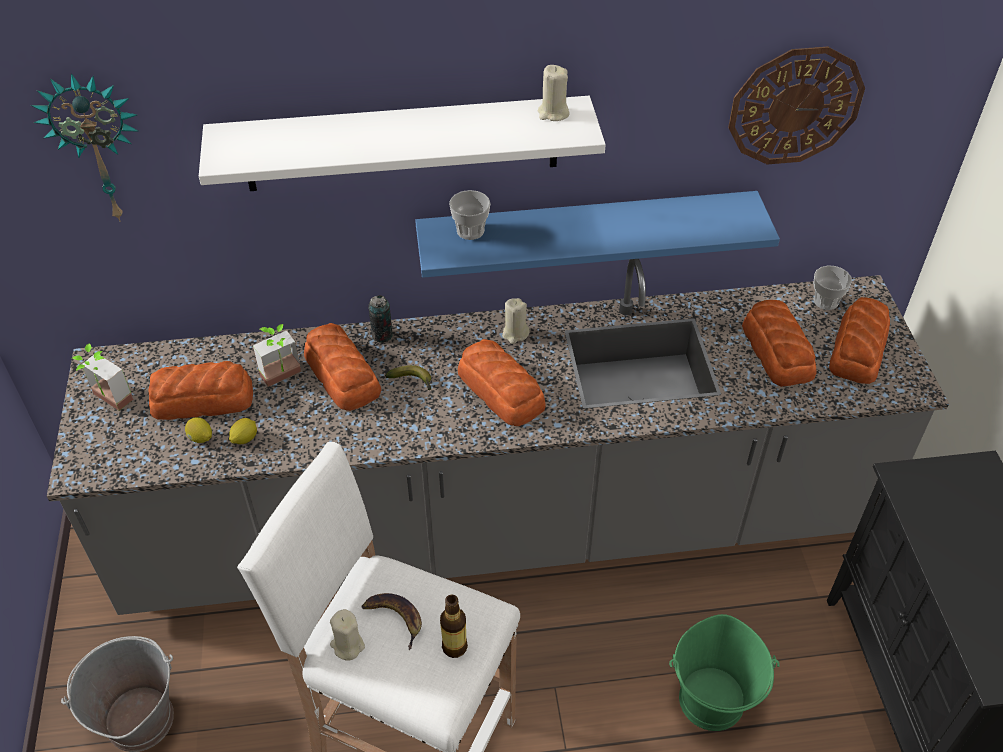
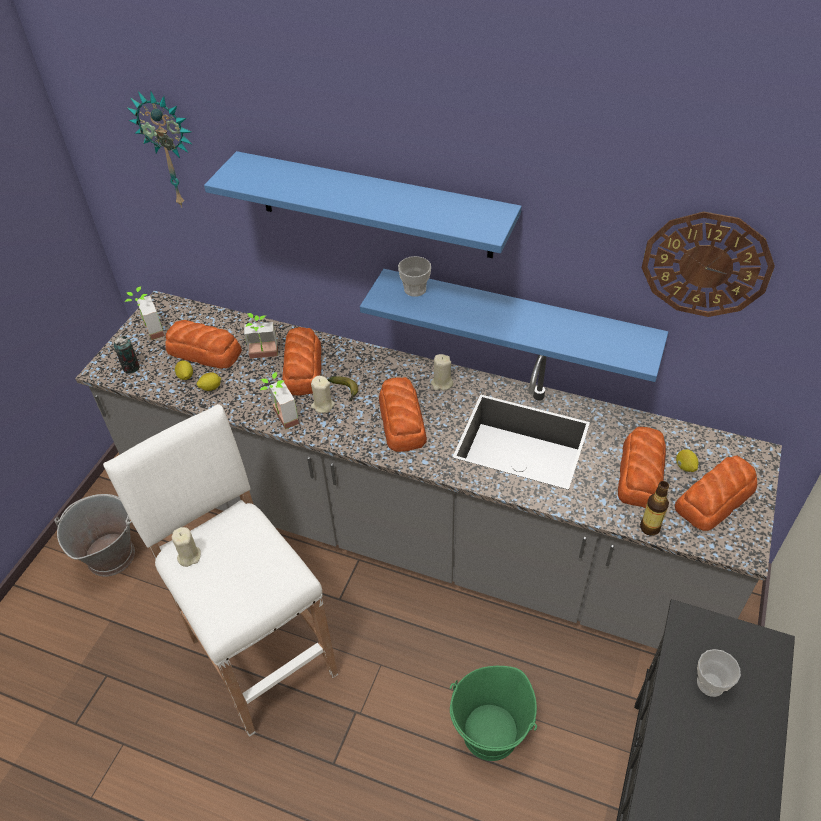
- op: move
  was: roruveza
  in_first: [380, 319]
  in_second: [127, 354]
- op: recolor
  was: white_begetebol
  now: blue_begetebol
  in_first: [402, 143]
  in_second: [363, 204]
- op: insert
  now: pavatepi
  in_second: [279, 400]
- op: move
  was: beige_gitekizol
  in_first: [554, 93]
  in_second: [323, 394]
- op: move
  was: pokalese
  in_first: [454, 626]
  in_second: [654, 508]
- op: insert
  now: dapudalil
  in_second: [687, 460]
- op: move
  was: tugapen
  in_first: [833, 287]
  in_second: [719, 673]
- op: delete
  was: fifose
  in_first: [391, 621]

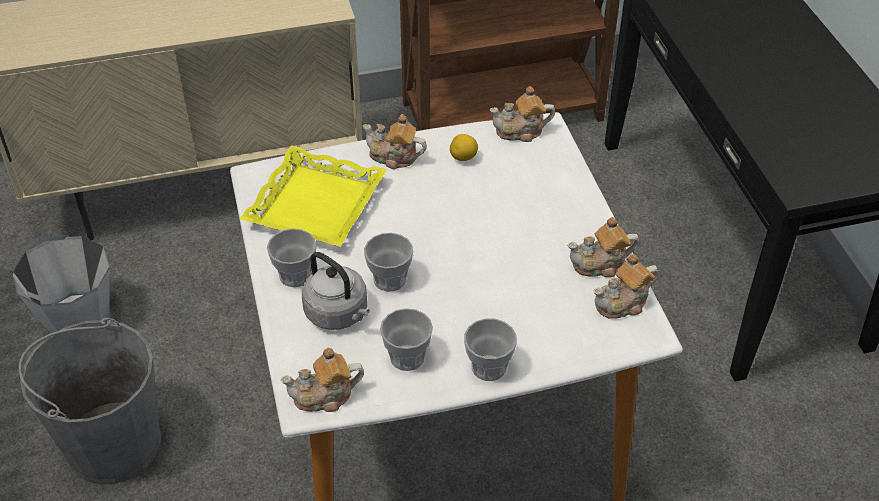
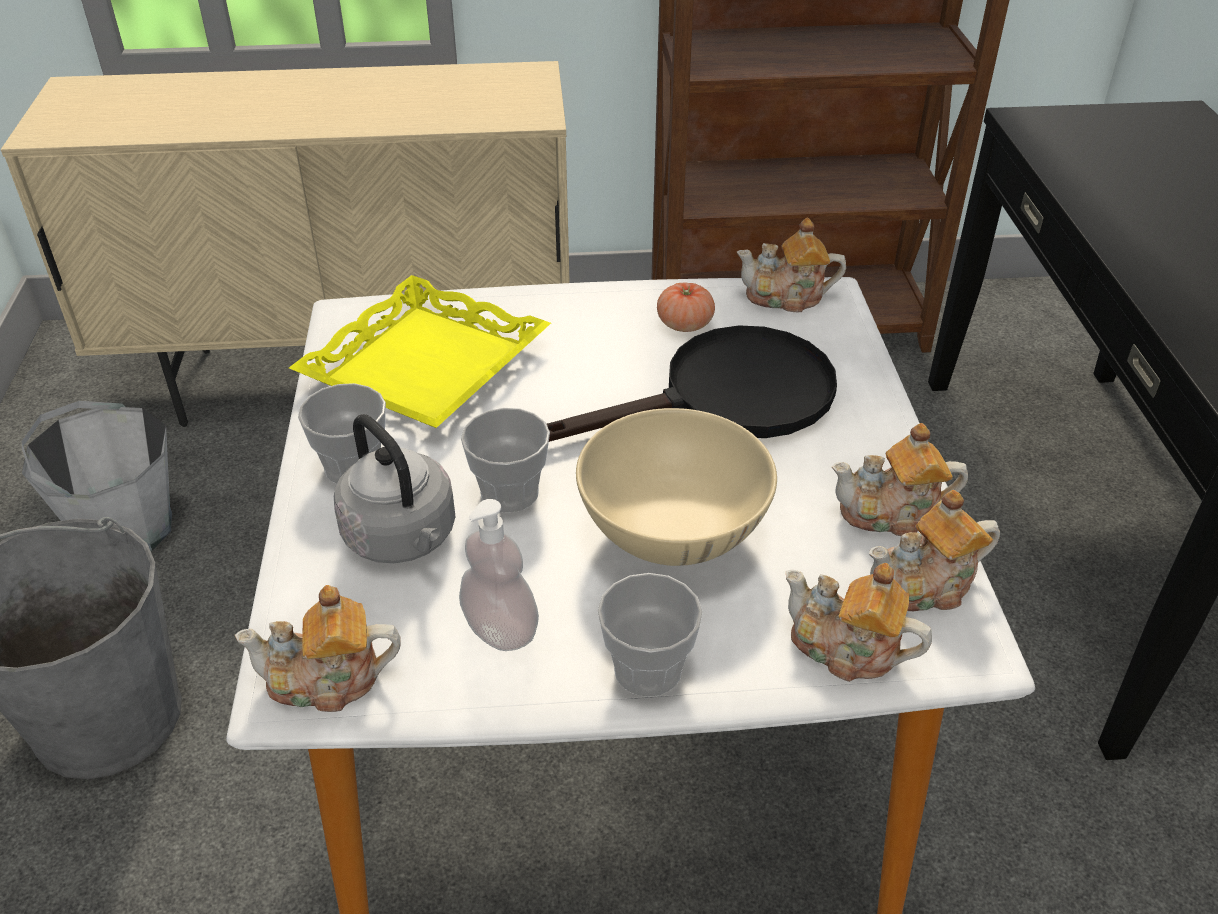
- op: replace
  was: tugapen
  now: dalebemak
  in_first: [406, 339]
  in_second: [499, 575]
- op: insert
  now: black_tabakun
  in_second: [692, 383]
- op: insert
  now: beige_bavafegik
  in_second: [676, 487]
- op: replace
  was: dapudalil
  now: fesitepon
  in_first: [464, 147]
  in_second: [686, 307]
- op: move
  was: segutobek
  in_first: [395, 141]
  in_second: [859, 622]

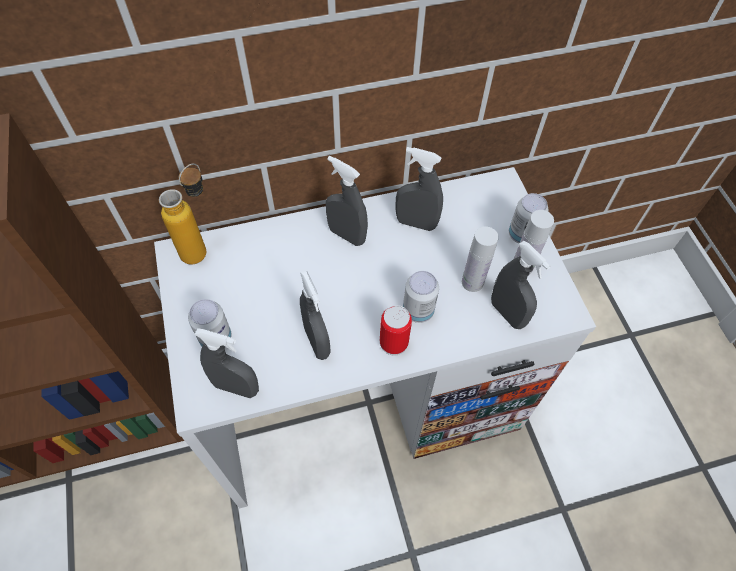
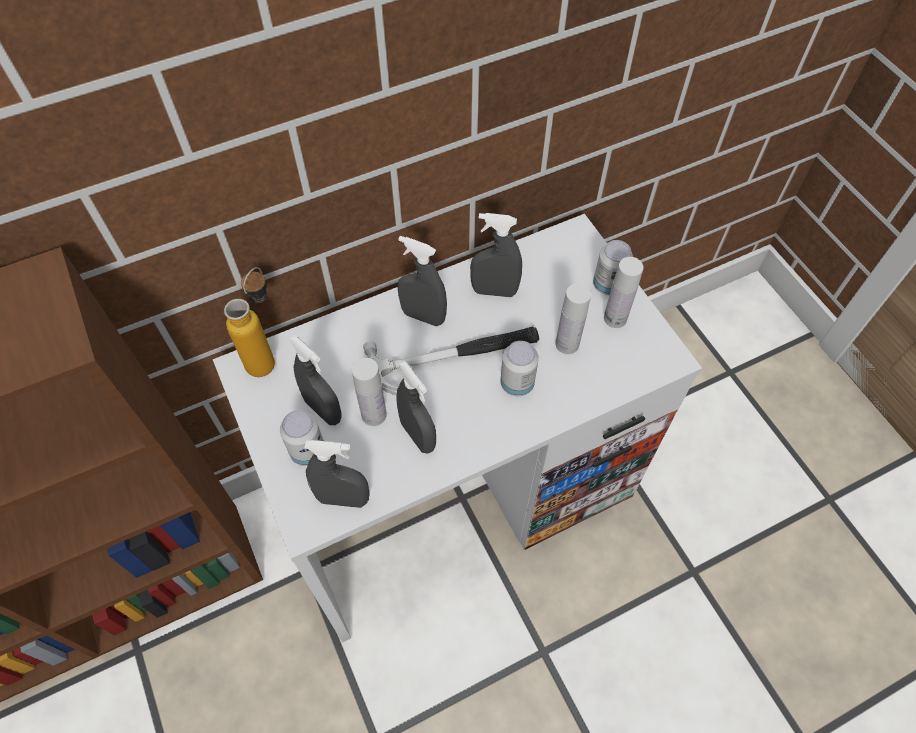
- op: move
  was: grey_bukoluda
  in_first: [521, 285]
  in_second: [315, 380]
- op: insert
  now: white_pokalese
  in_second: [369, 392]
- op: insert
  now: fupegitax
  in_second: [451, 361]
- op: delete
  was: roruveza
  in_first: [396, 330]

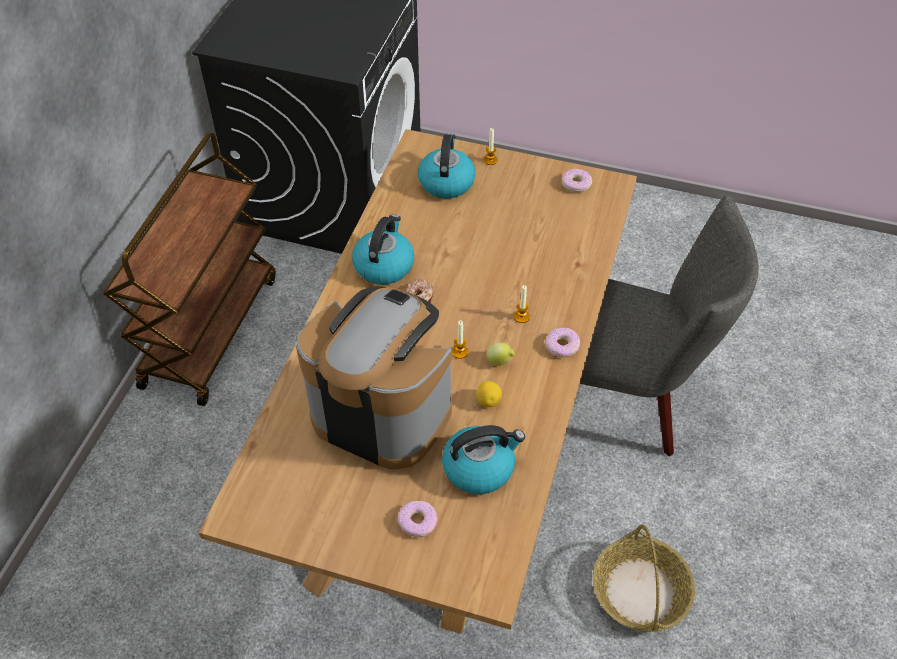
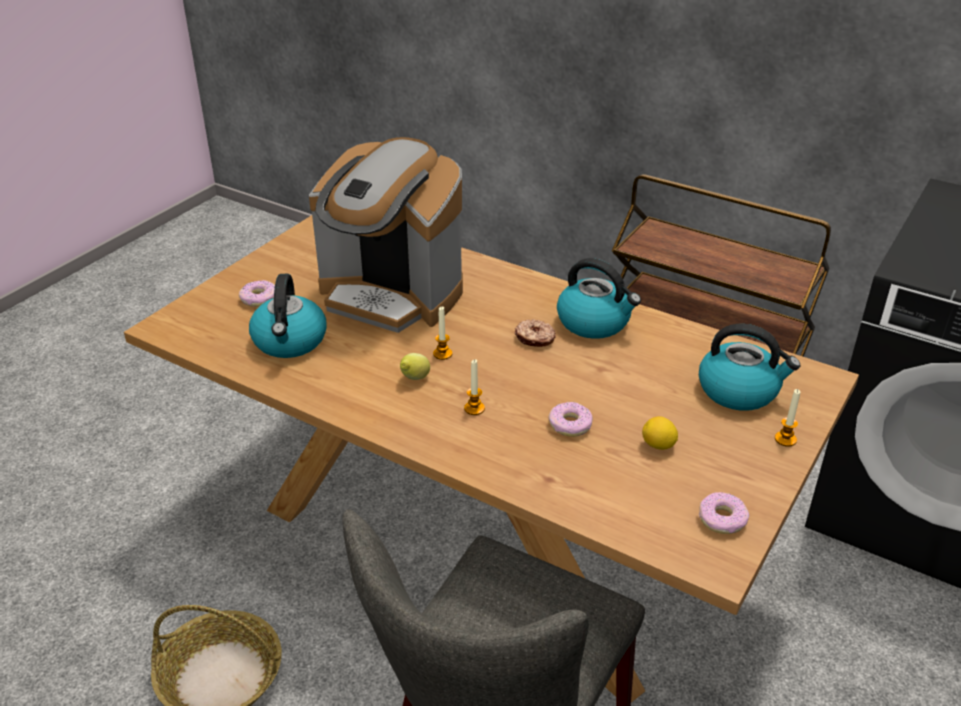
- op: rotate
  was: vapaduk
  in_first: [374, 377]
  in_second: [386, 235]
  clockwise: 75
- op: move
  was: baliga
  in_first: [562, 342]
  in_second: [570, 419]
- op: move
  was: dapudalil
  in_first: [489, 394]
  in_second: [660, 433]

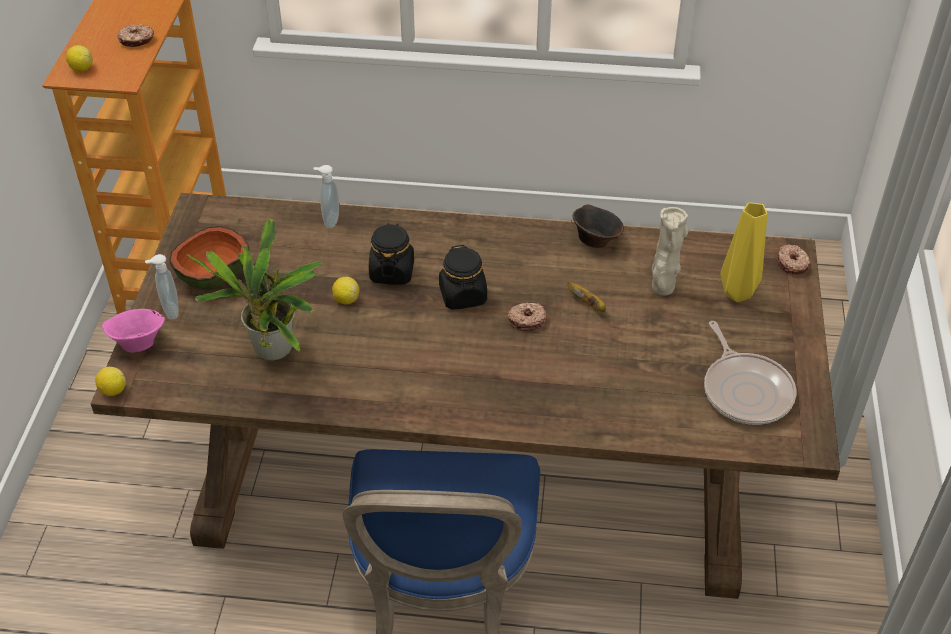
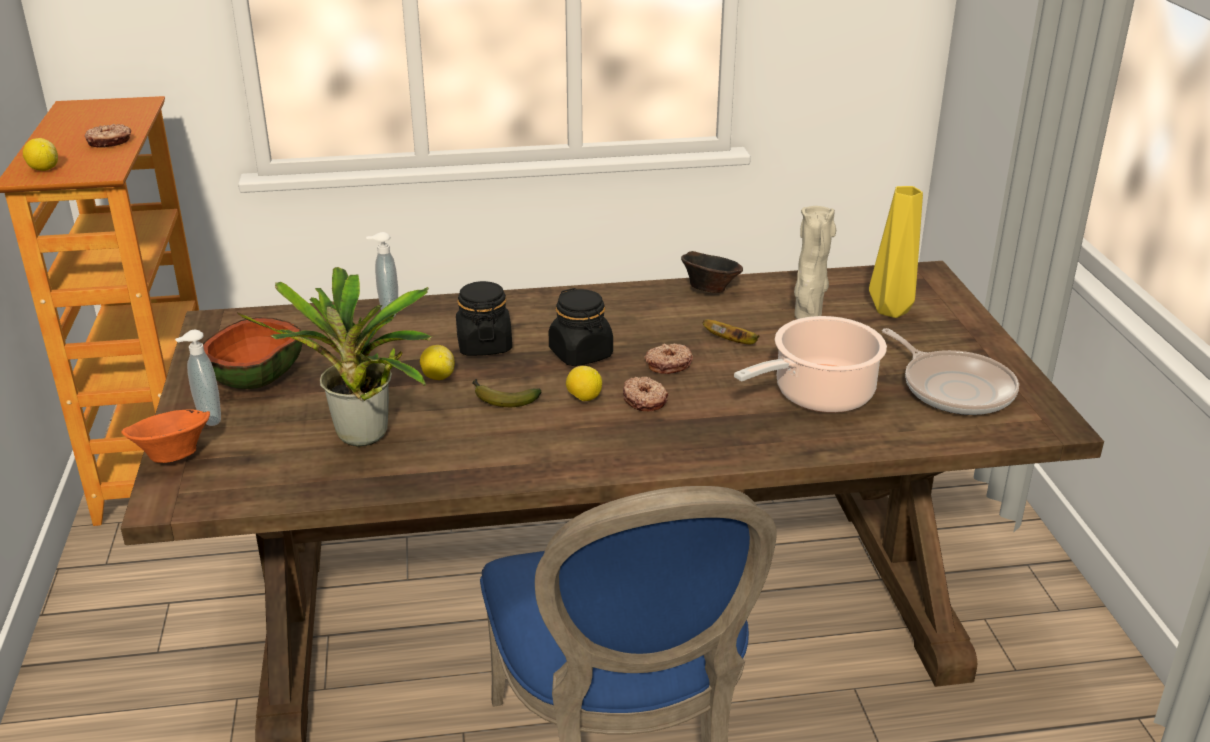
- op: recolor
  was: pink_bavafegik
  now: orange_bavafegik
  in_first: [133, 330]
  in_second: [165, 436]
- op: insert
  now: fifose
  in_second: [507, 393]
- op: move
  was: dapudalil
  in_first: [110, 381]
  in_second: [584, 383]
- op: move
  was: baliga
  in_first: [794, 259]
  in_second: [646, 394]
- op: insert
  now: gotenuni
  in_second: [810, 364]

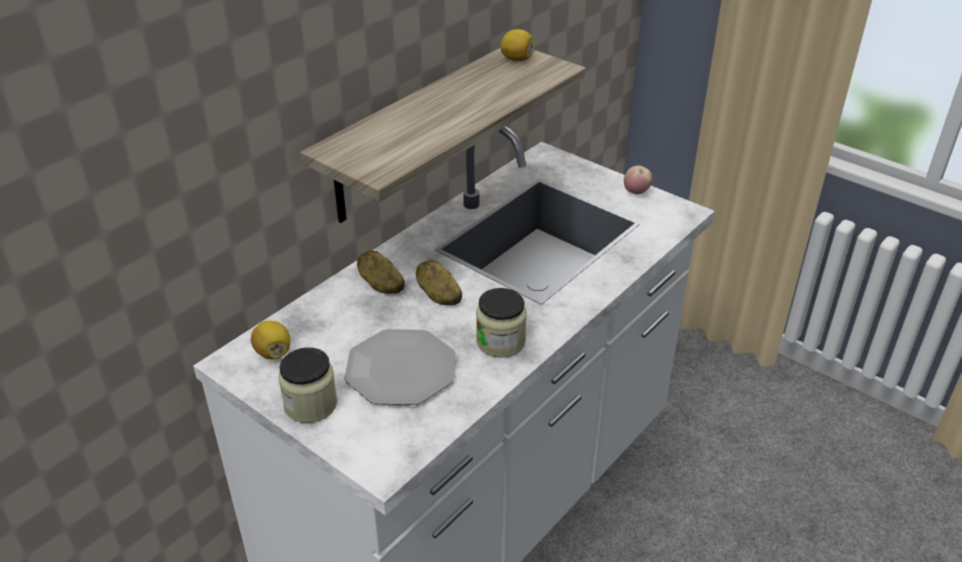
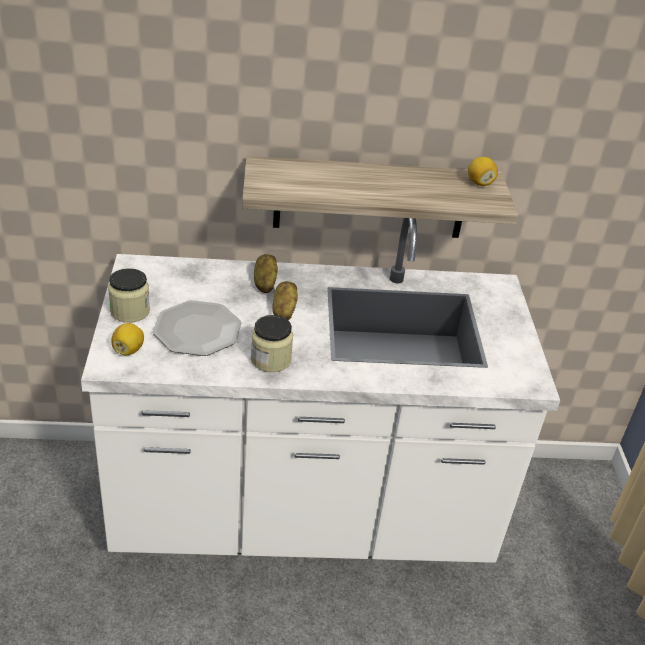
- op: move
  was: dapudalil
  in_first: [270, 340]
  in_second: [127, 339]
- op: delete
  was: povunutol
  in_first: [638, 180]

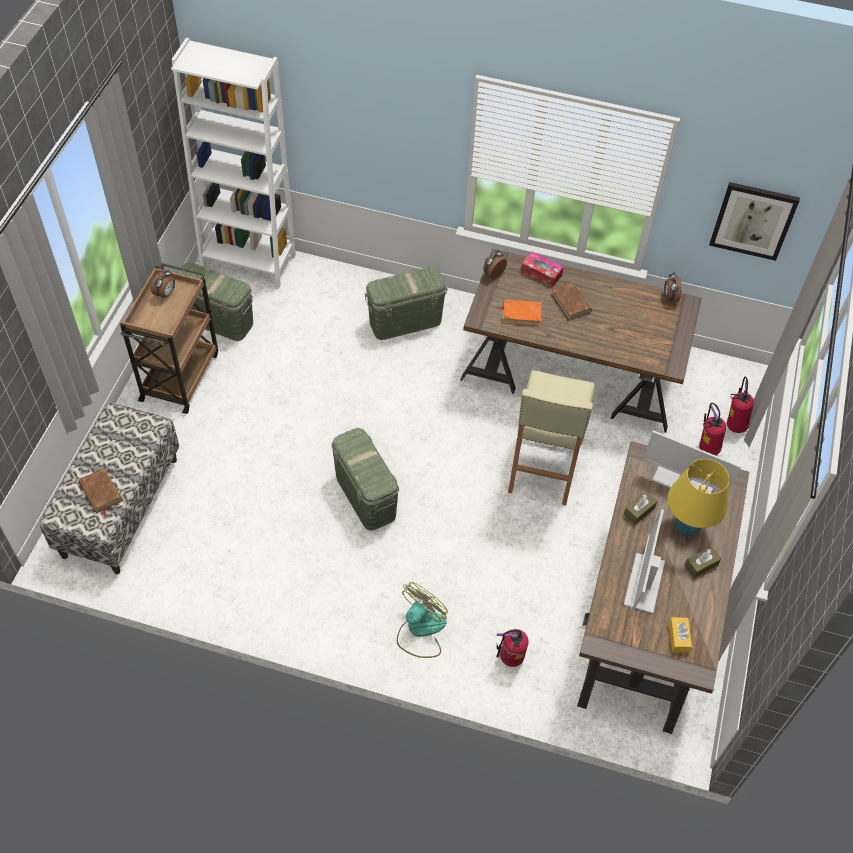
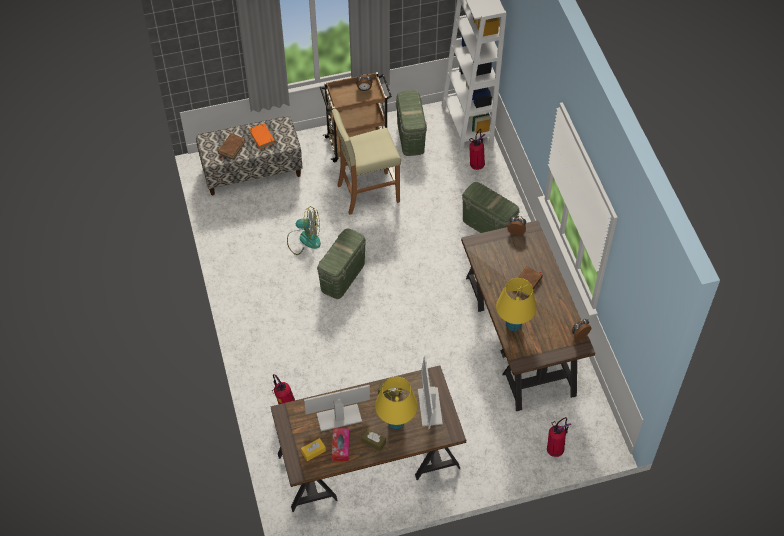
- op: move
  was: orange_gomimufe
  in_first: [519, 312]
  in_second: [262, 136]
- op: move
  was: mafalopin
  in_first: [422, 620]
  in_second: [304, 230]
- op: move
  was: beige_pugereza
  in_first: [551, 437]
  in_second: [366, 162]
- op: move
  was: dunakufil
  in_first: [542, 269]
  in_second: [341, 444]
- op: move
  was: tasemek
  in_first: [712, 429]
  in_second: [477, 149]
- op: insert
  now: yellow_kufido
  in_second: [516, 304]
- op: delete
  was: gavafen
  in_first: [754, 221]

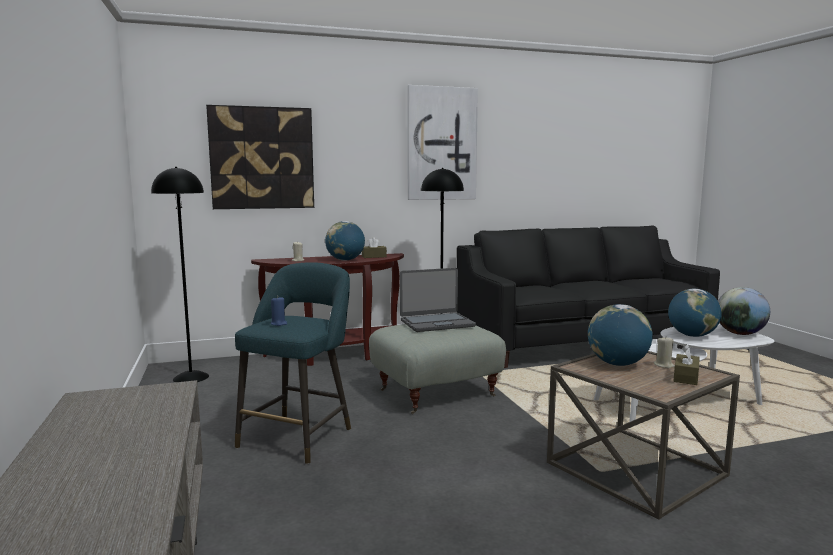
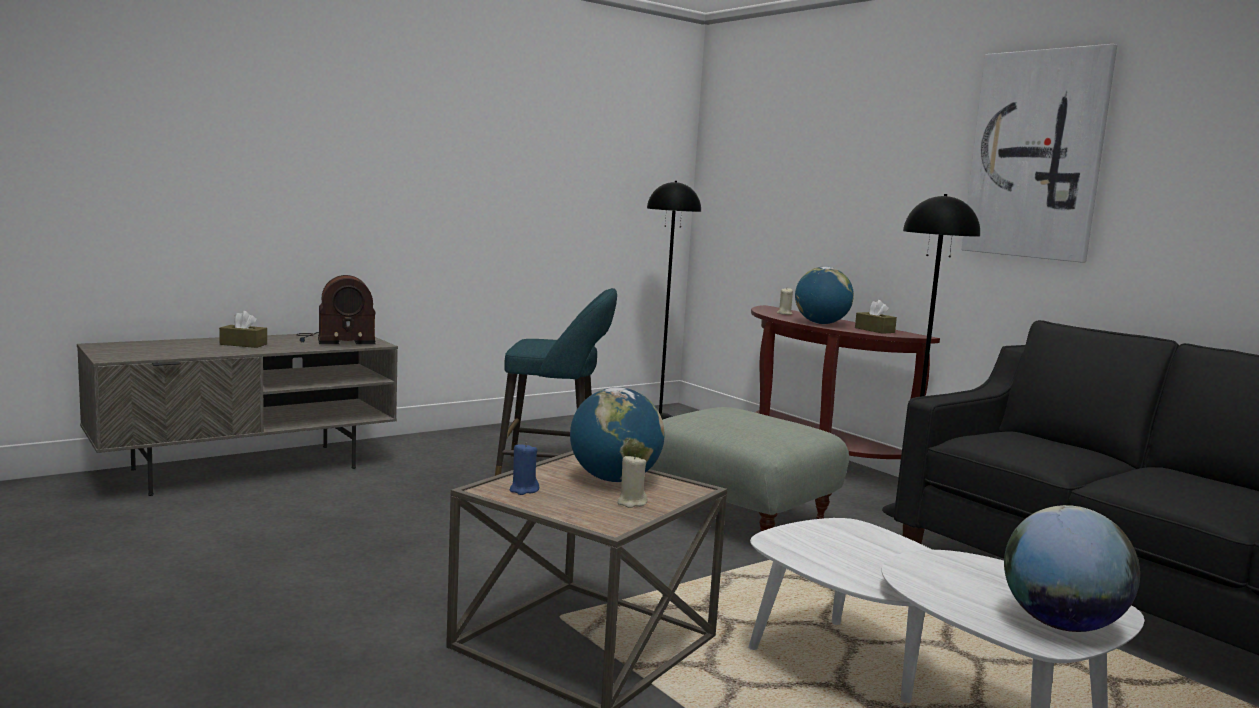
- op: move
  was: brown_dunakufil
  in_first: [686, 364]
  in_second: [243, 329]
- op: insert
  now: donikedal
  in_second: [336, 309]
- op: move
  was: blue_gitekizol
  in_first: [279, 311]
  in_second: [524, 468]
- op: delete
  was: gavafen
  in_first: [260, 157]
- op: delete
  was: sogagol
  in_first: [438, 300]
- op: delete
  was: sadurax
  in_first: [695, 313]

